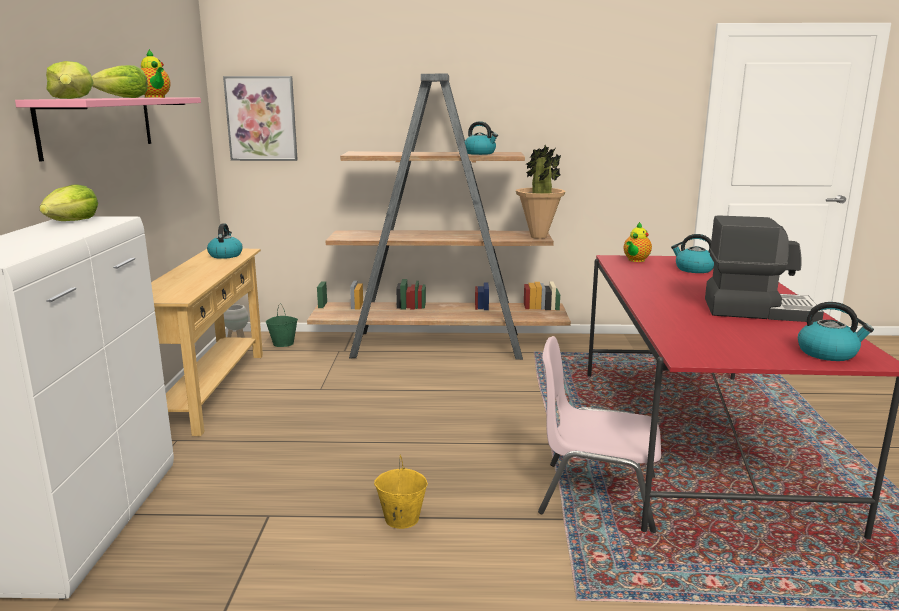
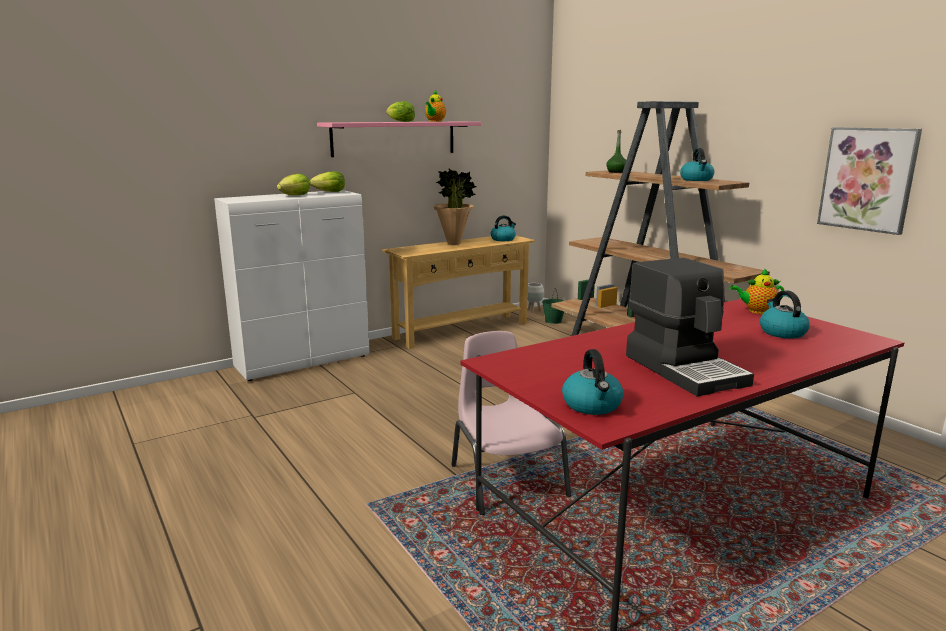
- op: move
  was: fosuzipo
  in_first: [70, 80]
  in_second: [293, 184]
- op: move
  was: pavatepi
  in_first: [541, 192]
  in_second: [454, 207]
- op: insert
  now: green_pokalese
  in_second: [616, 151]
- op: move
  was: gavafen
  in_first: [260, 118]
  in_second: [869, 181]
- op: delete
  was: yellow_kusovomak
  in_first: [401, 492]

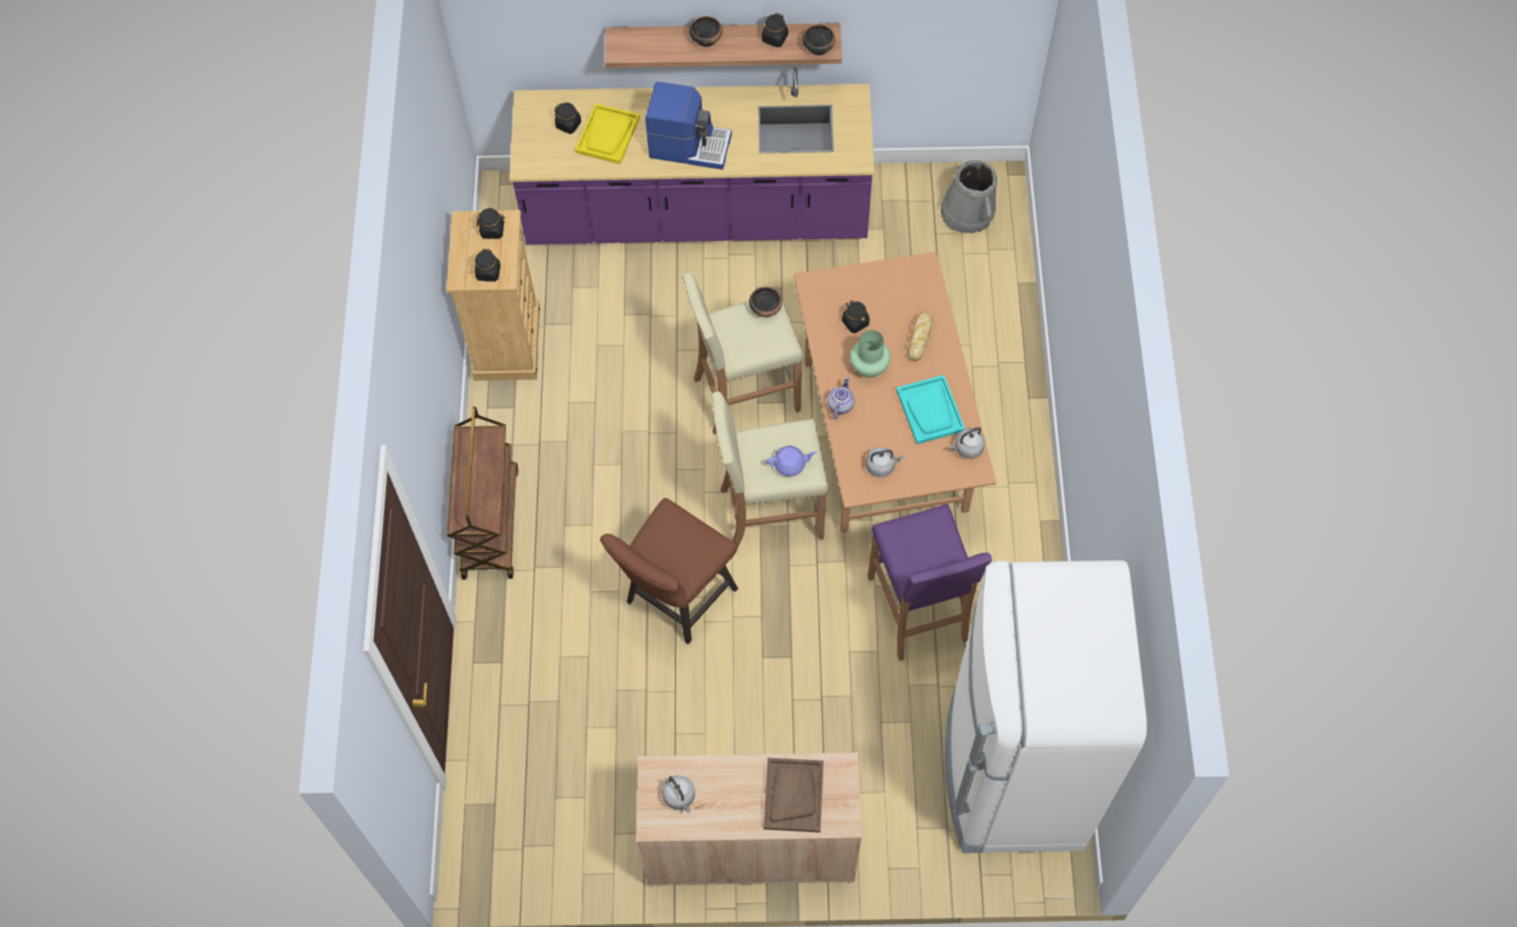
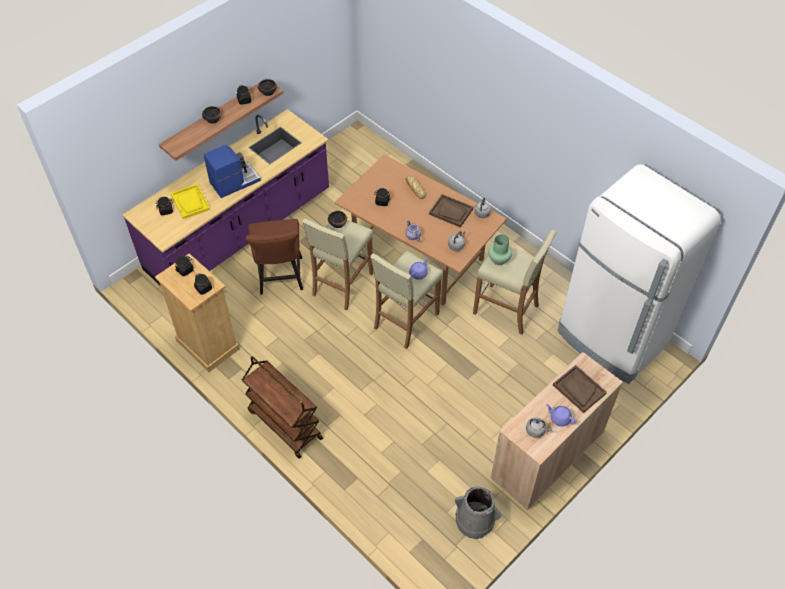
- op: move
  was: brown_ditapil
  in_first: [669, 571]
  in_second: [274, 257]
- op: recolor
  was: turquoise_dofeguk
  now: brown_dofeguk
  in_first: [930, 409]
  in_second: [451, 211]
- op: move
  was: grey_kusovomak
  in_first: [969, 196]
  in_second: [478, 513]
- op: recolor
  was: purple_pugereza
  now: beige_pugereza
  in_first: [930, 582]
  in_second: [514, 282]
- op: move
  was: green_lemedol
  in_first: [870, 354]
  in_second: [500, 250]
- op: insert
  now: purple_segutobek
  in_second: [561, 415]

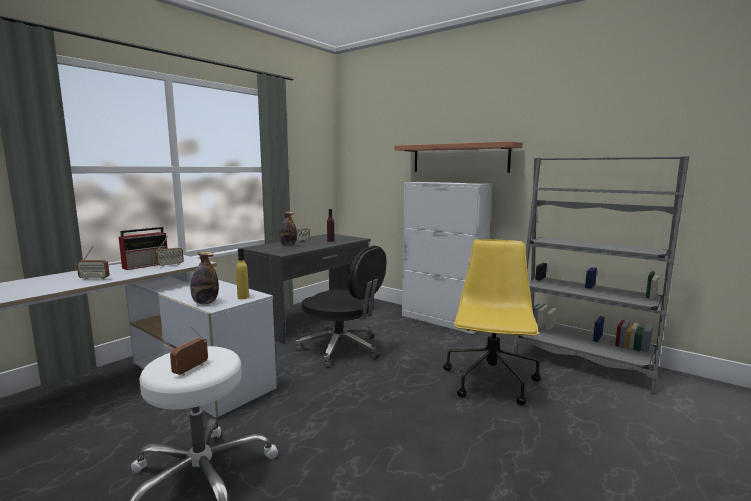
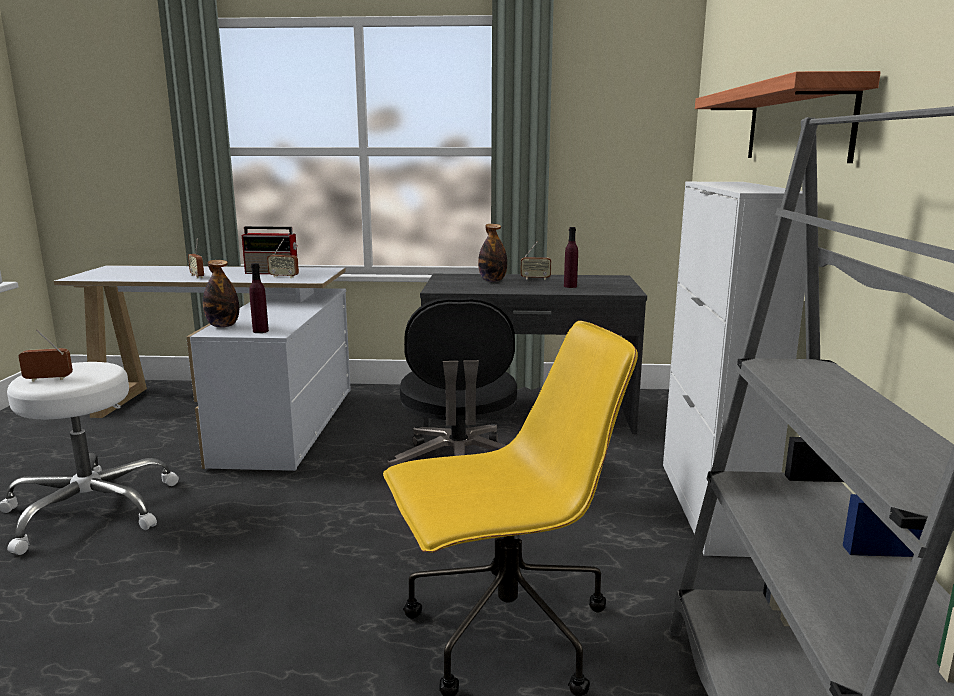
- op: recolor
  was: yellow_pokalese
  now: purple_pokalese
  in_first: [242, 273]
  in_second: [259, 298]

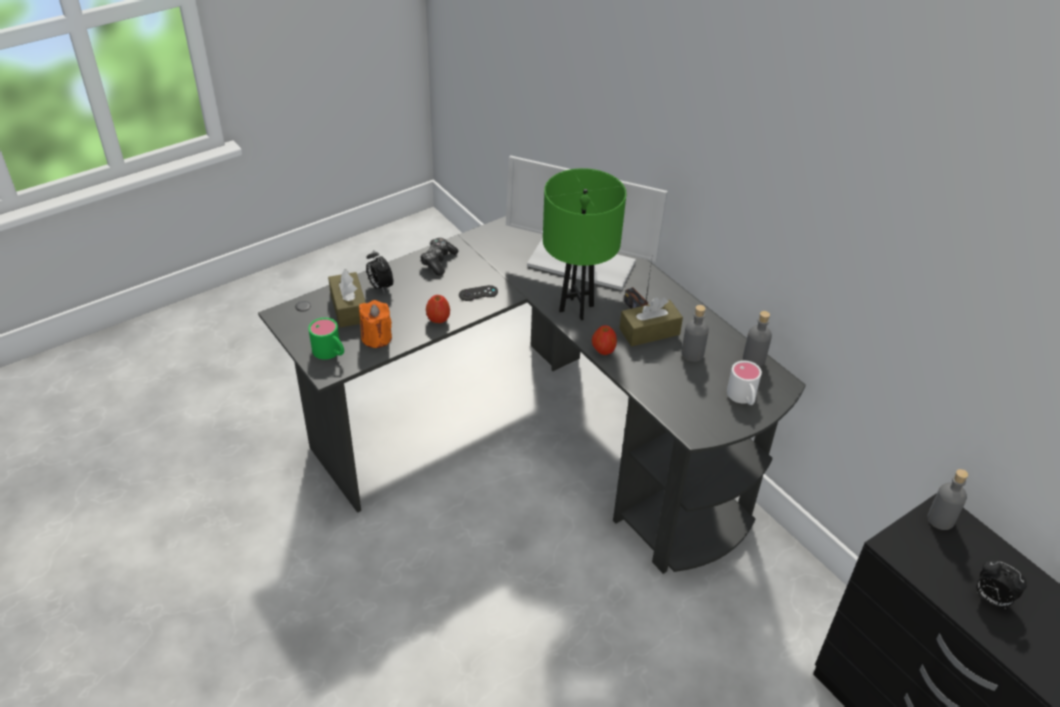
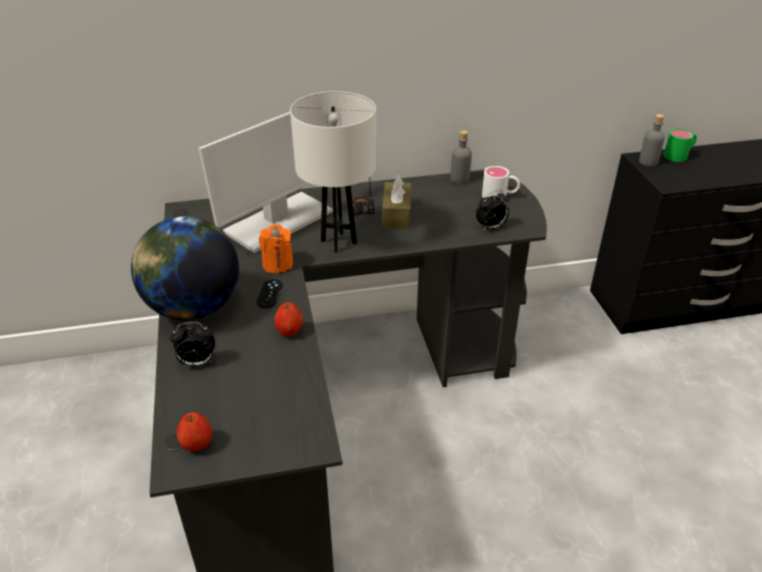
- op: replace
  was: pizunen
  now: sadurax
  in_first: [439, 256]
  in_second: [185, 268]
- op: move
  was: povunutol
  in_first: [604, 340]
  in_second: [194, 431]
- op: move
  was: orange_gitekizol
  in_first: [375, 324]
  in_second: [276, 248]
- op: recolor
  was: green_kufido
  now: white_kufido
  in_first: [584, 244]
  in_second: [333, 172]
- op: move
  was: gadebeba
  in_first: [1002, 584]
  in_second: [493, 210]
- op: move
  was: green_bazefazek
  in_first: [326, 339]
  in_second: [680, 145]
- op: delete
  was: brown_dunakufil
  in_first: [347, 298]
- op: delete
  was: grey_pokalese
  in_first: [695, 333]

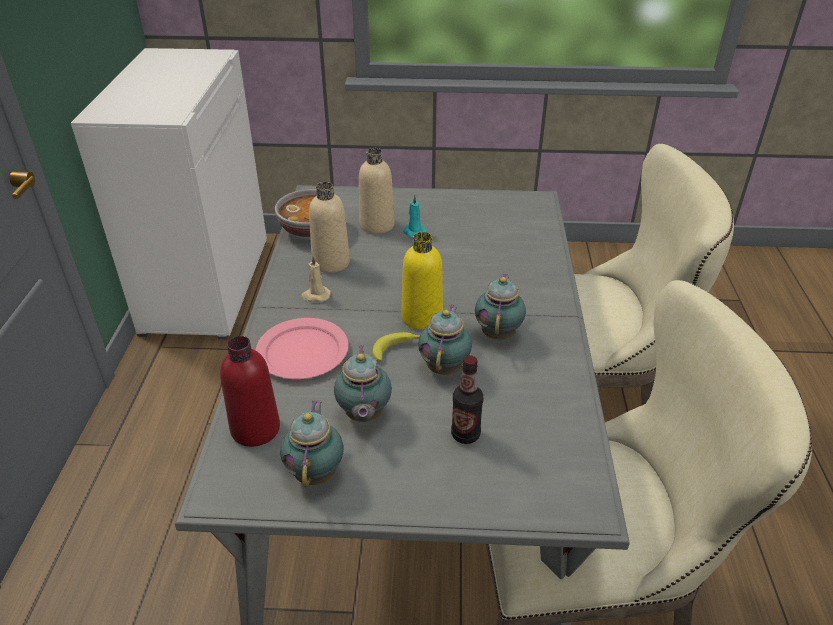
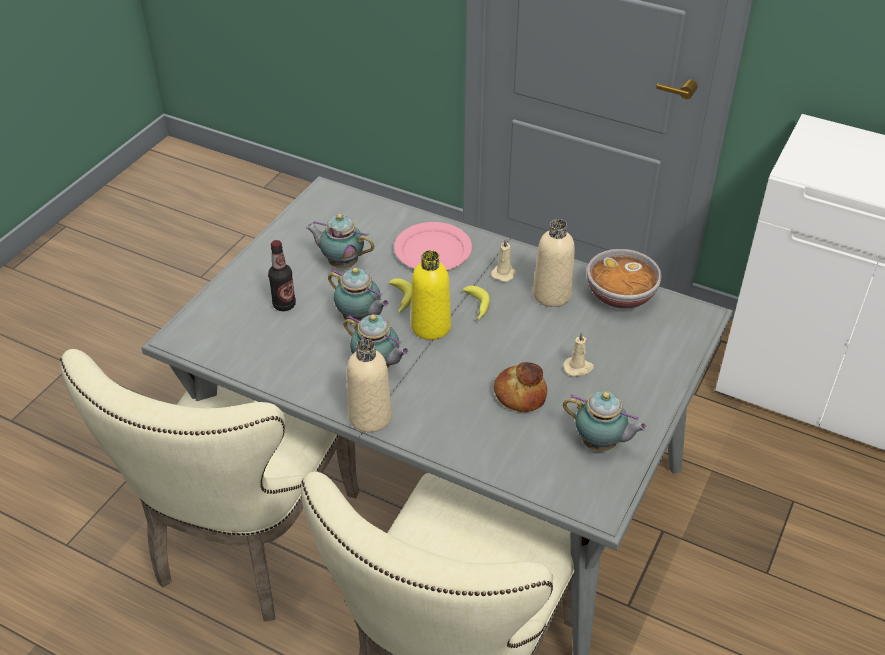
- op: move
  was: beige_pokalese
  in_first: [376, 191]
  in_second: [369, 385]
- op: insert
  now: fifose
  in_second: [476, 303]
- op: insert
  now: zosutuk
  in_second: [520, 387]
- op: recolor
  was: turquoise_gitekizol
  now: beige_gitekizol
  in_first: [415, 216]
  in_second: [578, 354]
- op: move
  was: segutobek
  in_first: [311, 444]
  in_second: [605, 421]
- op: delete
  was: red_pokalese
  in_first: [250, 391]

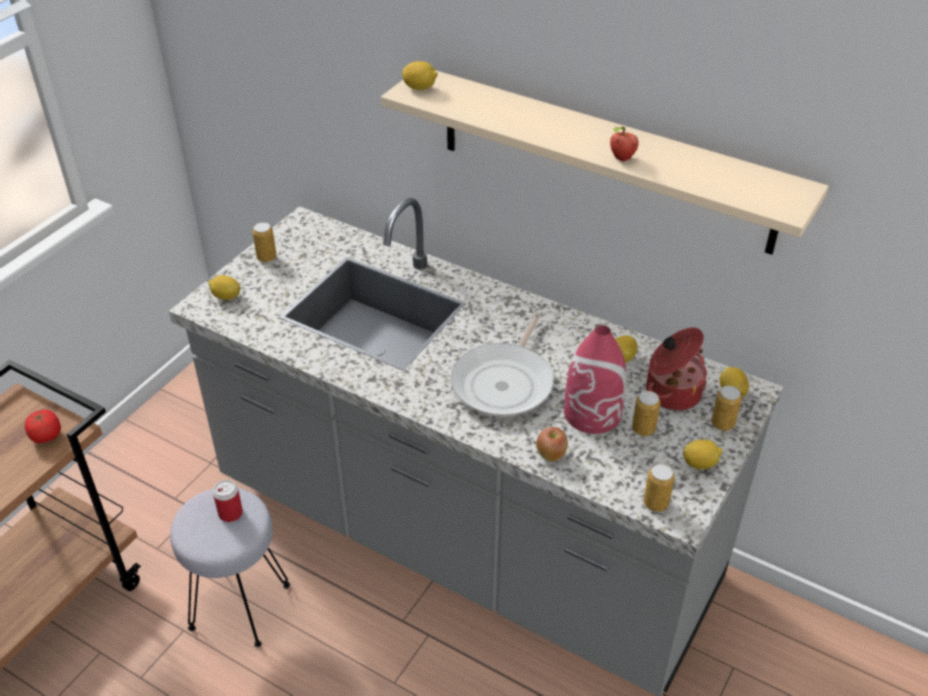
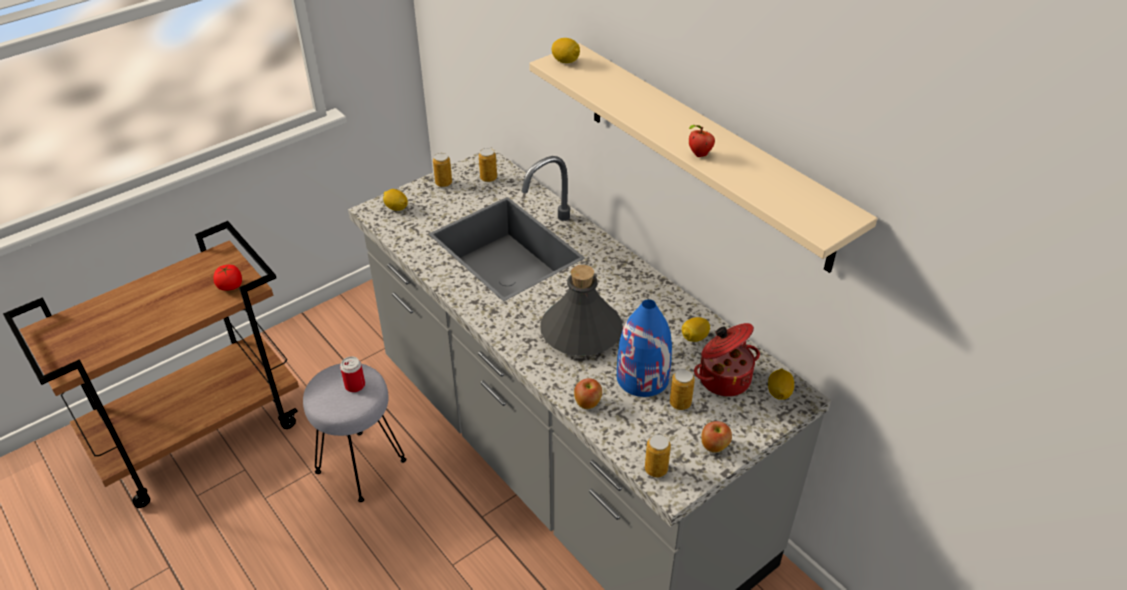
- op: move
  was: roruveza
  in_first: [726, 408]
  in_second: [488, 165]
- op: replace
  was: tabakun
  now: grey_pokalese
  in_first: [502, 365]
  in_second: [581, 310]
- op: recolor
  was: red_lemedol
  now: blue_lemedol
  in_first: [595, 379]
  in_second: [644, 348]
- op: replace
  was: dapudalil
  now: povunutol
  in_first: [703, 454]
  in_second: [716, 437]

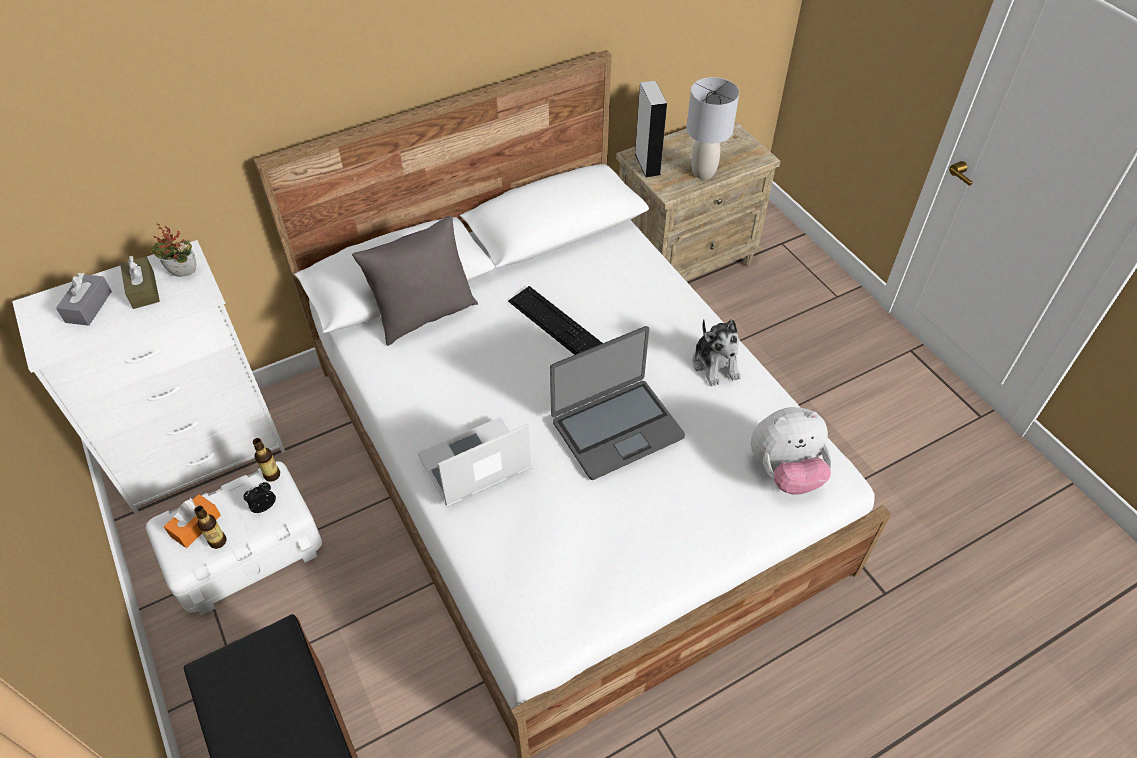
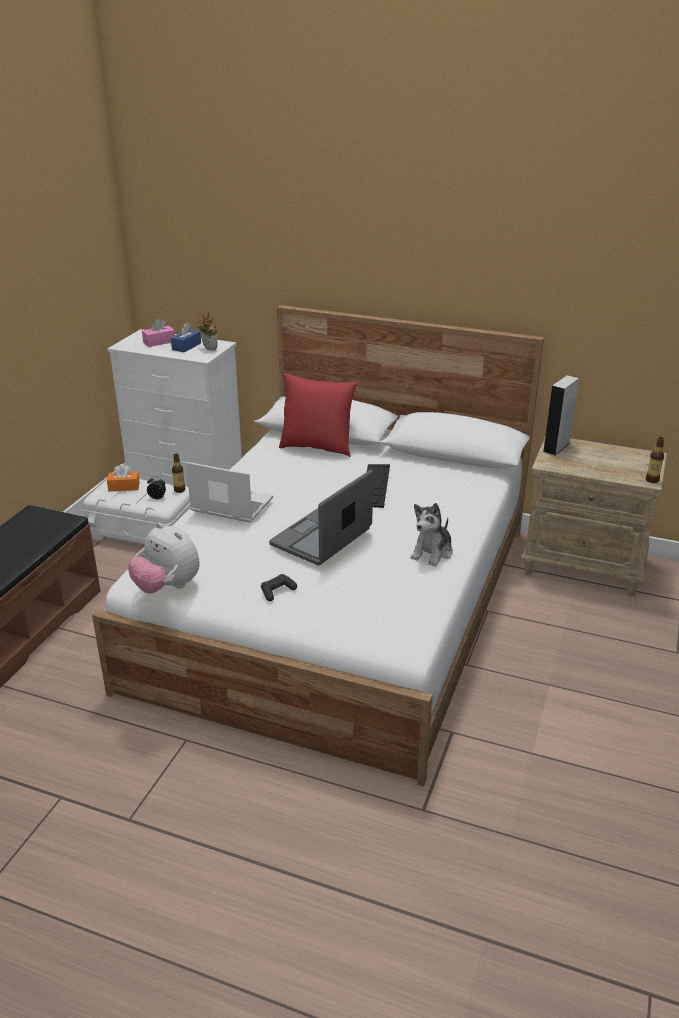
- op: move
  was: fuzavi
  in_first: [791, 451]
  in_second: [164, 558]
- op: recolor
  was: grey_dunakufil
  now: pink_dunakufil
  in_first: [84, 299]
  in_second: [158, 333]
- op: recolor
  was: brown_dunakufil
  now: blue_dunakufil
  in_first: [140, 282]
  in_second: [186, 337]
- op: insert
  now: black_pizunen
  in_second: [279, 587]
- op: rotate
  was: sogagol
  in_first: [617, 403]
  in_second: [321, 517]
  clockwise: 105
- op: recolor
  was: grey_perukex
  now: red_perukex
  in_first: [415, 280]
  in_second: [318, 415]
- op: move
  was: pokalese
  in_first: [210, 527]
  in_second: [655, 460]
- op: delete
  was: grey_kufido
  in_first: [712, 128]

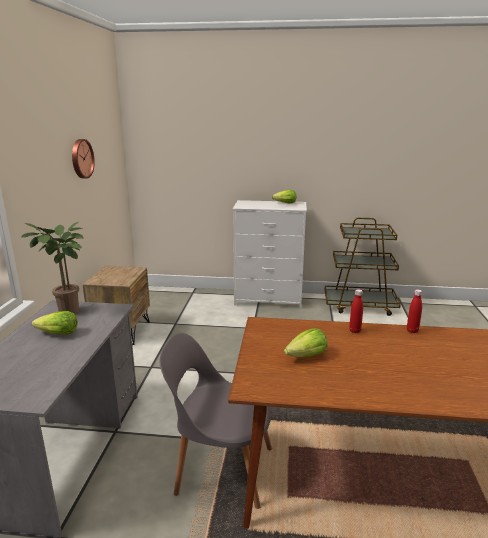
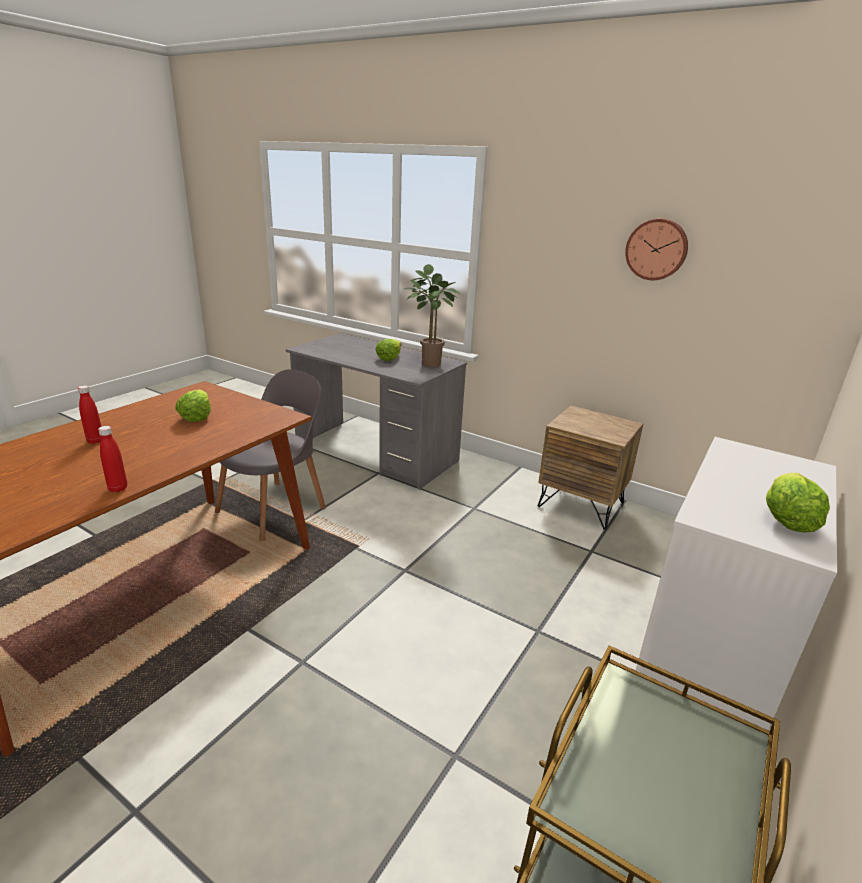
- op: move
  was: red_pokalese
  in_first: [356, 311]
  in_second: [89, 414]

